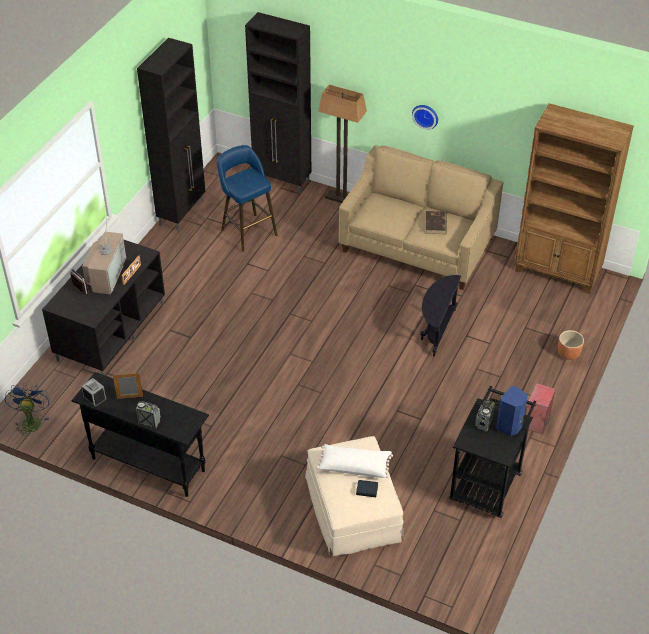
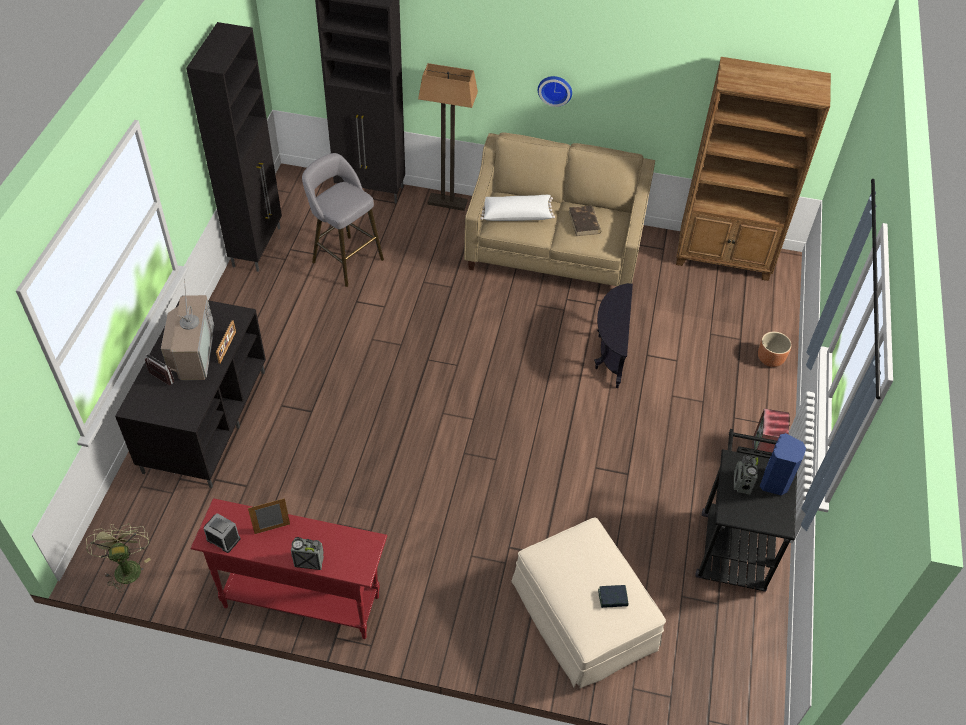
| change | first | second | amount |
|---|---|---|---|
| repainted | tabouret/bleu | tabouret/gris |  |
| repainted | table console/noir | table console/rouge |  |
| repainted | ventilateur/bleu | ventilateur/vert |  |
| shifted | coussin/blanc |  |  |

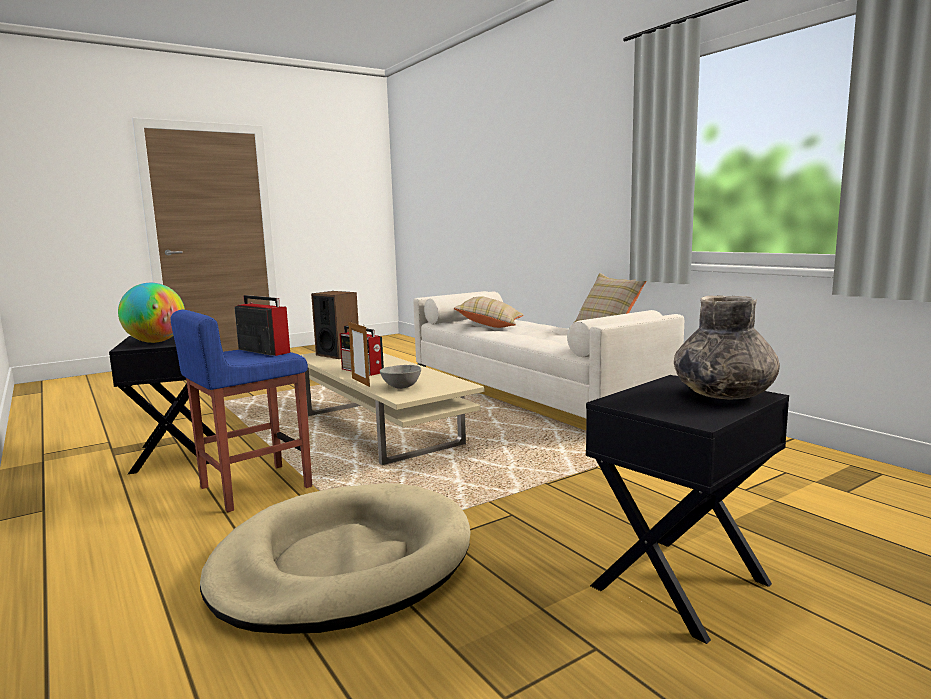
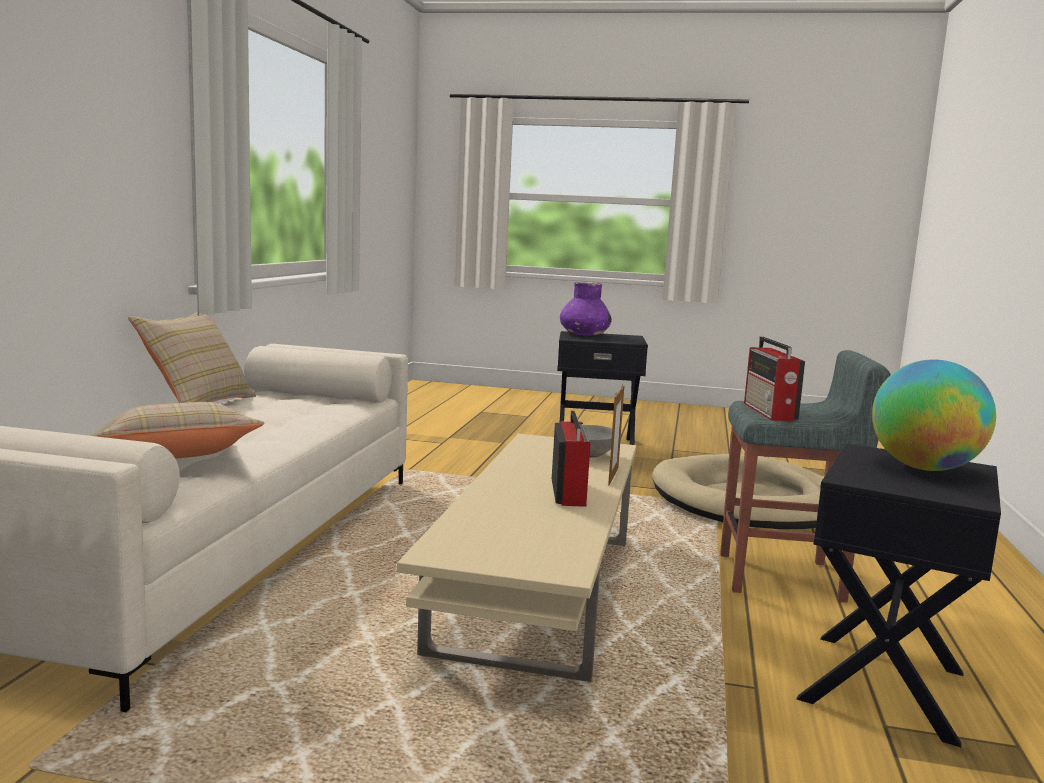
| change | first | second | amount |
|---|---|---|---|
| gone | enceinte |  |  |
| repainted | vase/gris | vase/violet |  |
| repainted | tabouret/bleu | tabouret/gris |  |

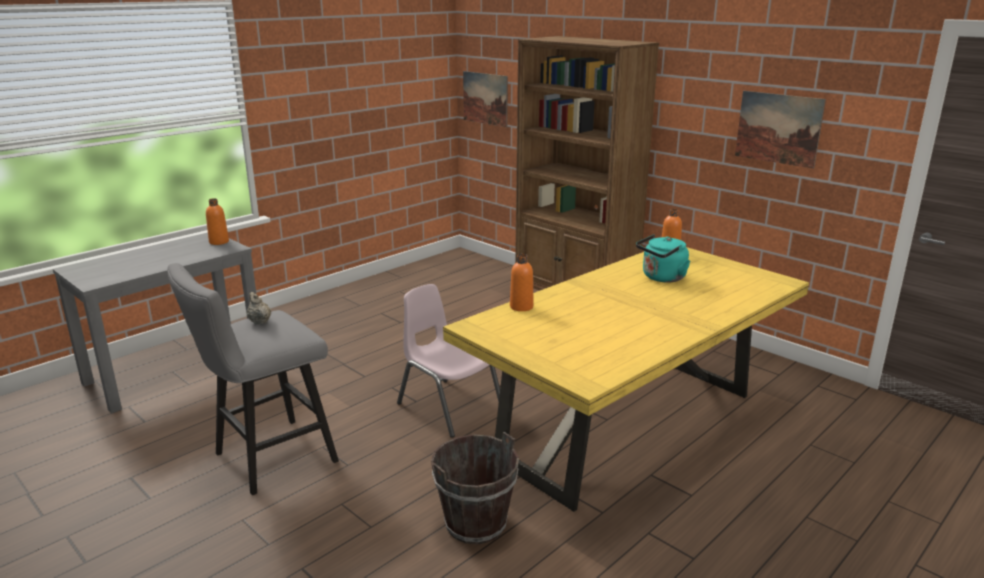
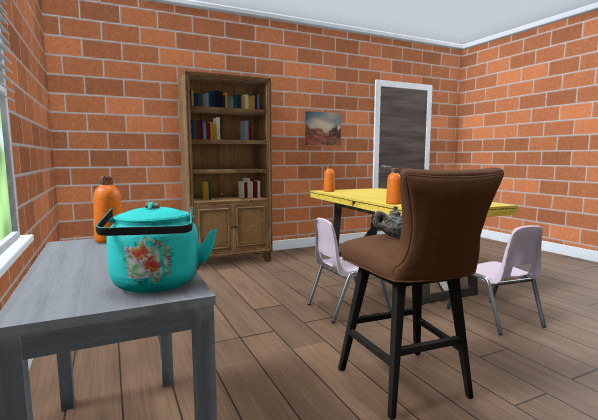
| change | first | second | amount |
|---|---|---|---|
| gone | tableau (no. 1 from left) |  |  |
| shifted | bouilloire/turquoise |  |  |
| repainted | tabouret/gris | tabouret/marron |  |
| swapped | seau/marron | chaise/rose (no. 2 from left) |  |

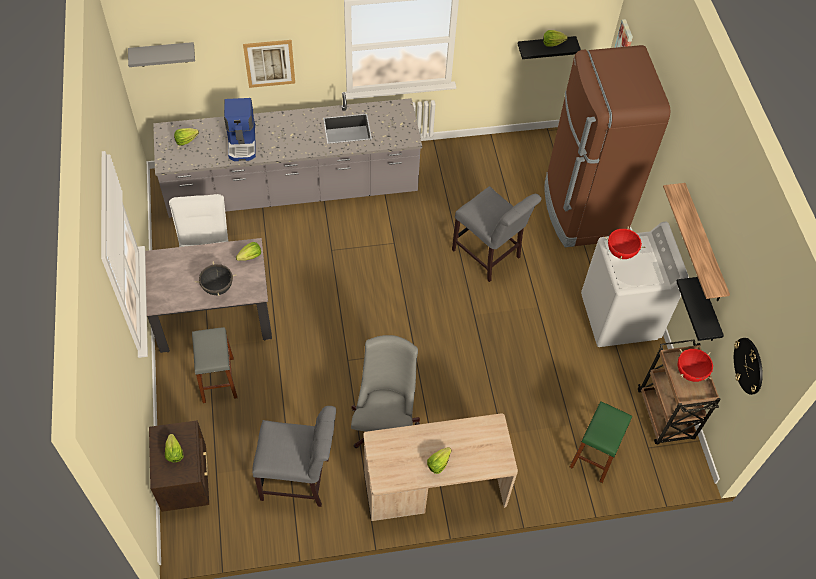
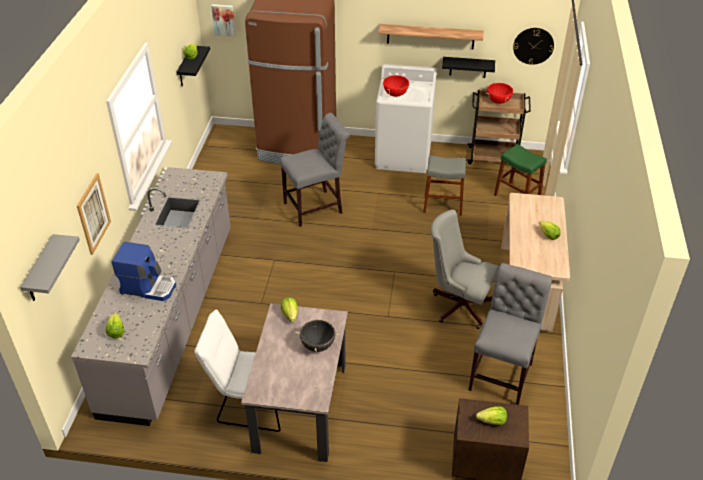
| change | first | second | amount |
|---|---|---|---|
| shifted | tabouret/gris |  |  |

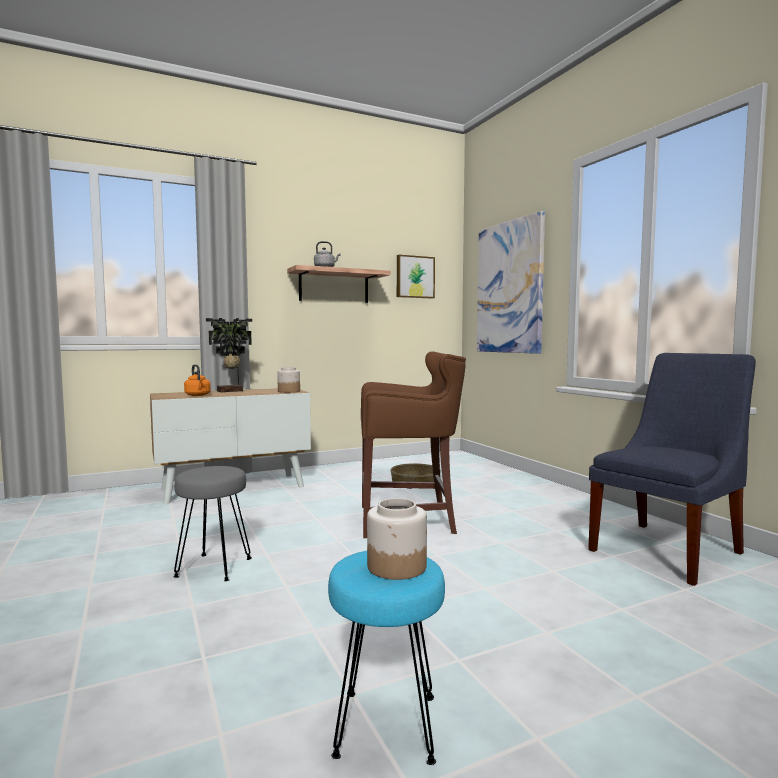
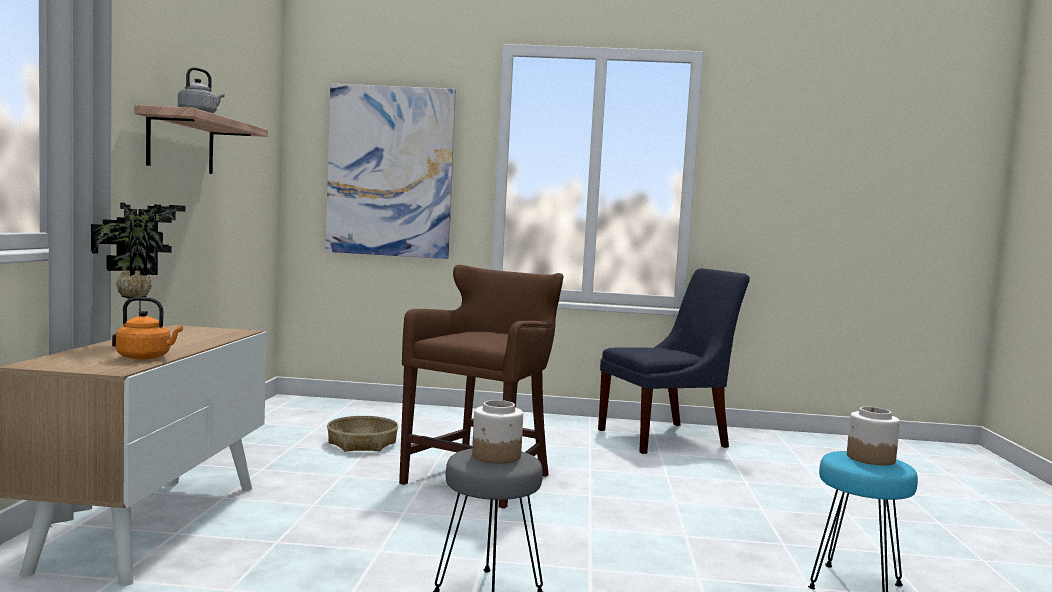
| change | first | second | amount |
|---|---|---|---|
| gone | tableau (no. 1 from left) |  |  |
| rotated | chaise/bleu |  | 75 degrees clockwise |
| shifted | bocal (no. 1 from left) |  |  |

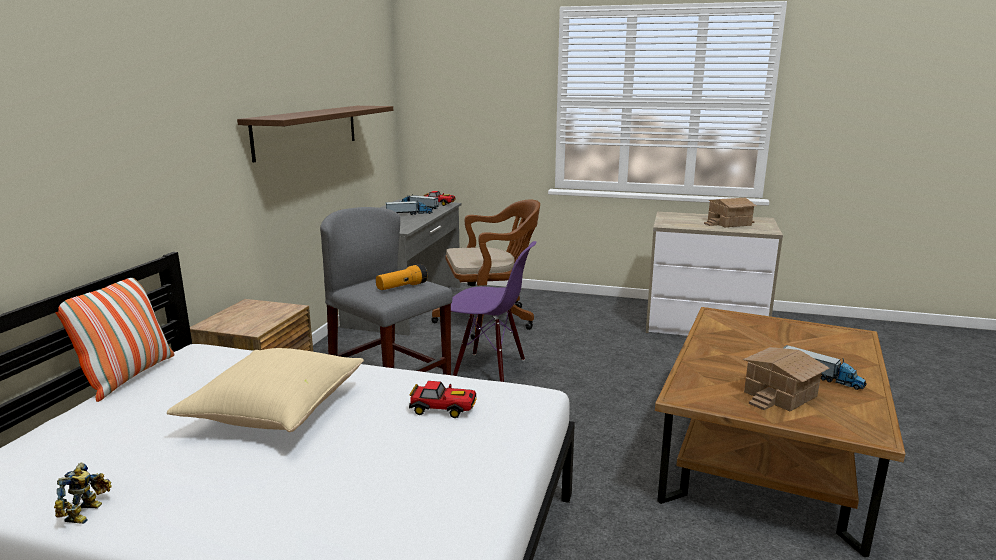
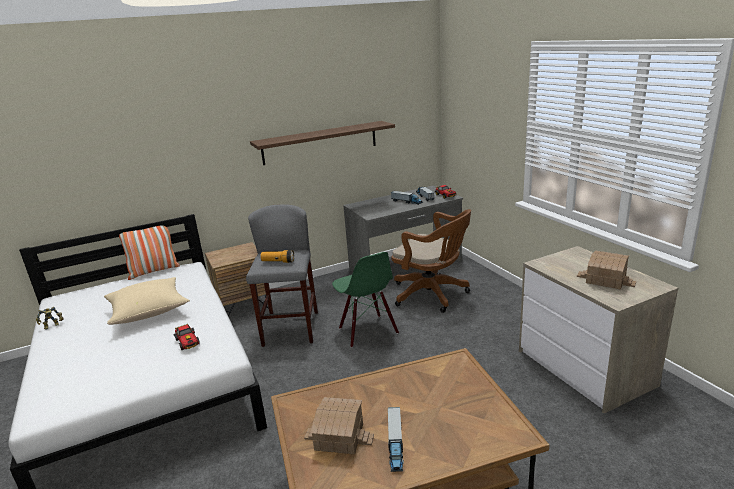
| change | first | second | amount |
|---|---|---|---|
| repainted | chaise/violet | chaise/vert |  |

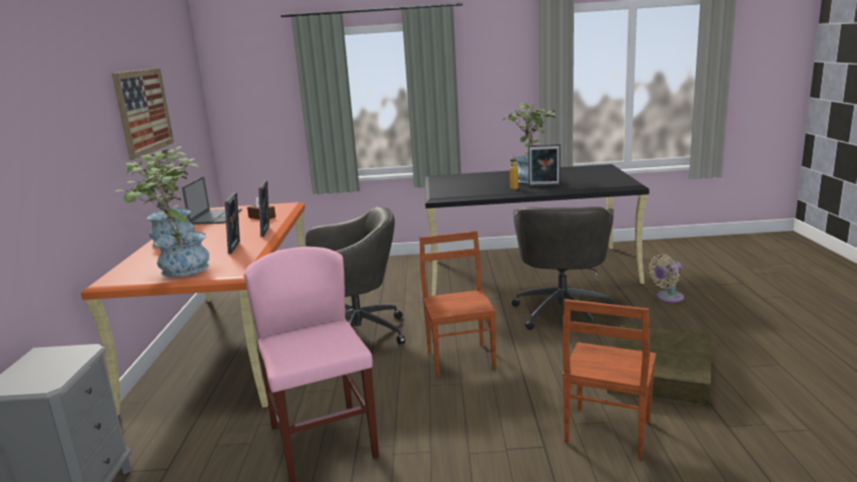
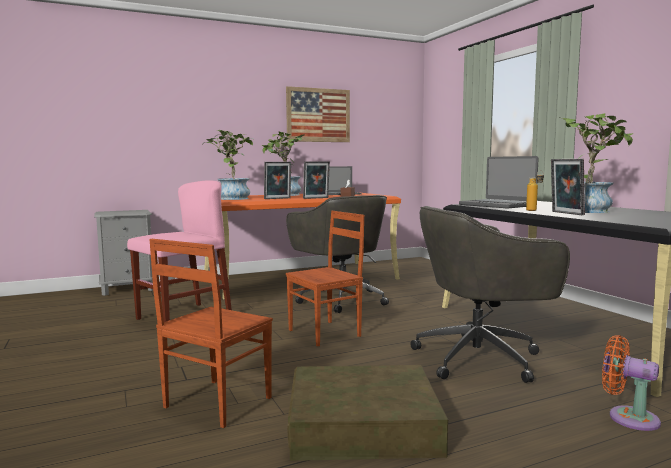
| change | first | second | amount |
|---|---|---|---|
| repainted | ventilateur/beige | ventilateur/orange |  |
| rotated | chaise/marron (no. 2 from left in the first image) | chaise/marron (no. 1 from left) | 60 degrees counterclockwise |
| new |  | ordinateur portable (no. 2 from left) |  |

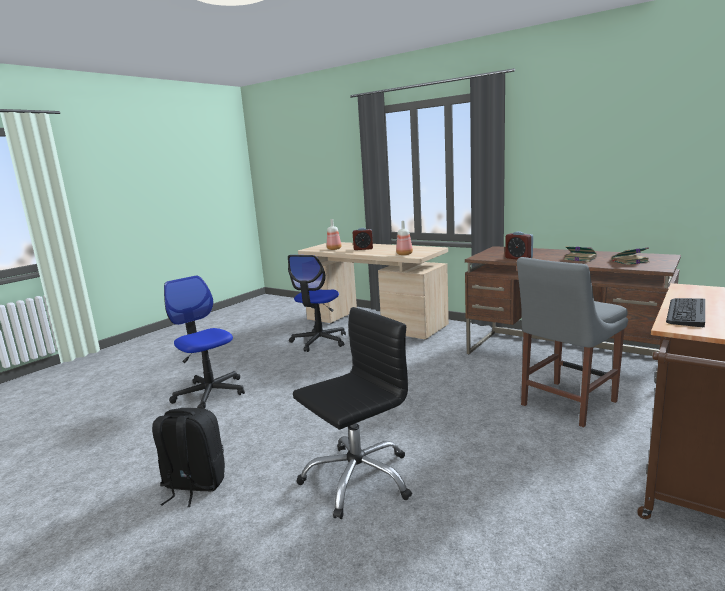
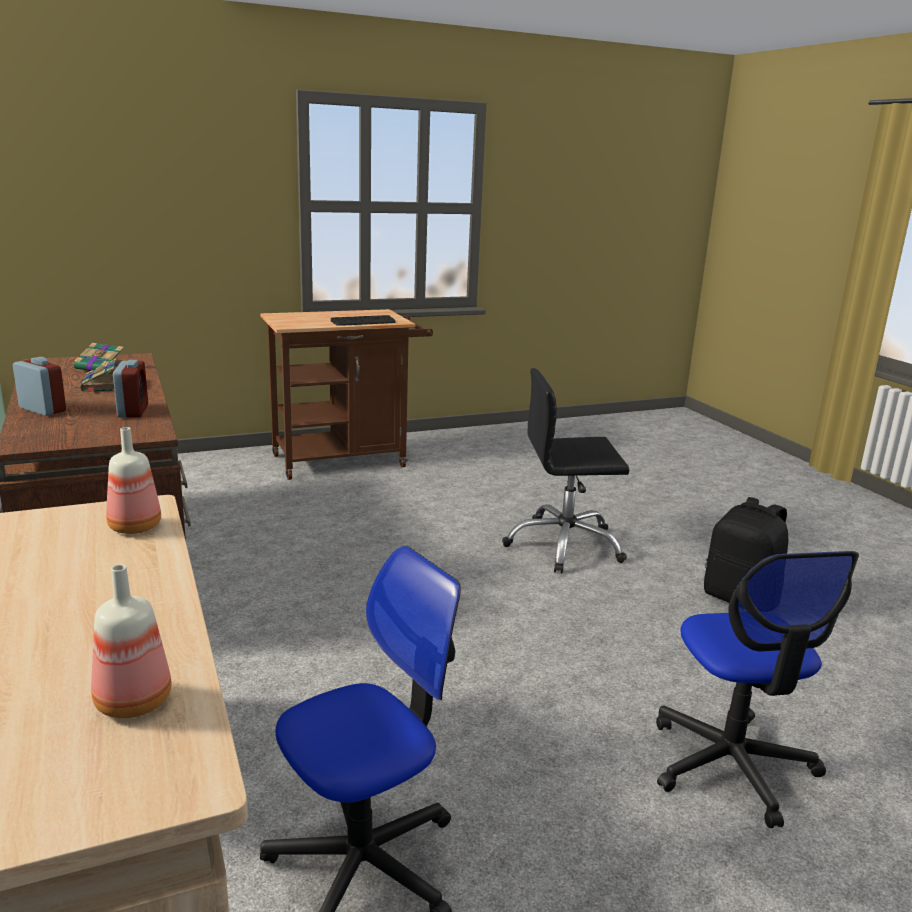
| change | first | second | amount |
|---|---|---|---|
| shifted | réveil (no. 1 from left) |  |  |
| gone | chaise/gris |  |  |

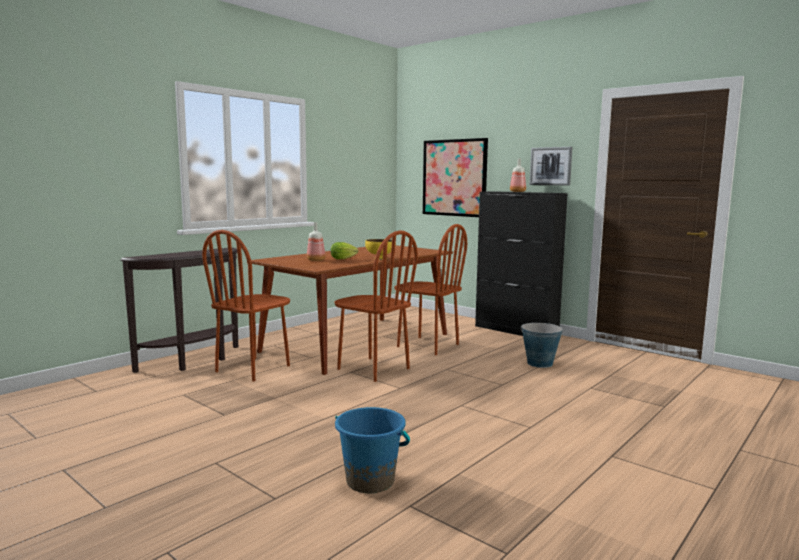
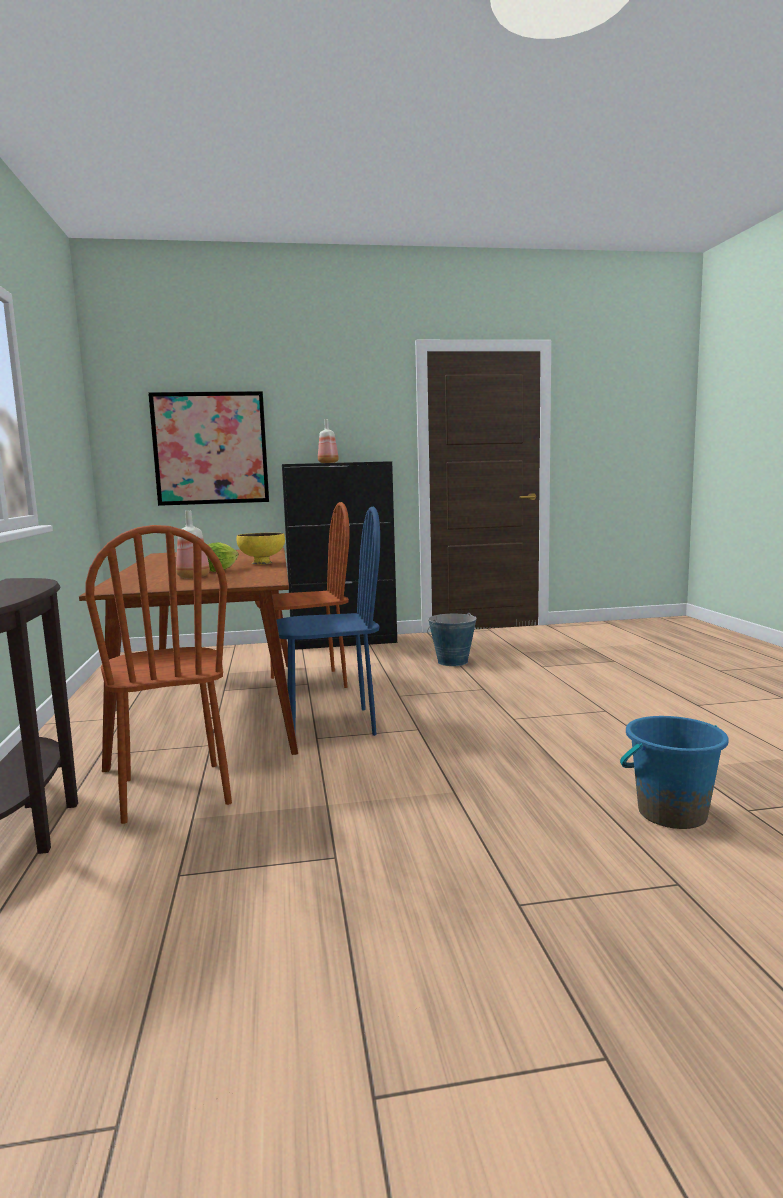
| change | first | second | amount |
|---|---|---|---|
| gone | tableau (no. 2 from left) |  |  |
| repainted | chaise/marron (no. 2 from left) | chaise/bleu |  |

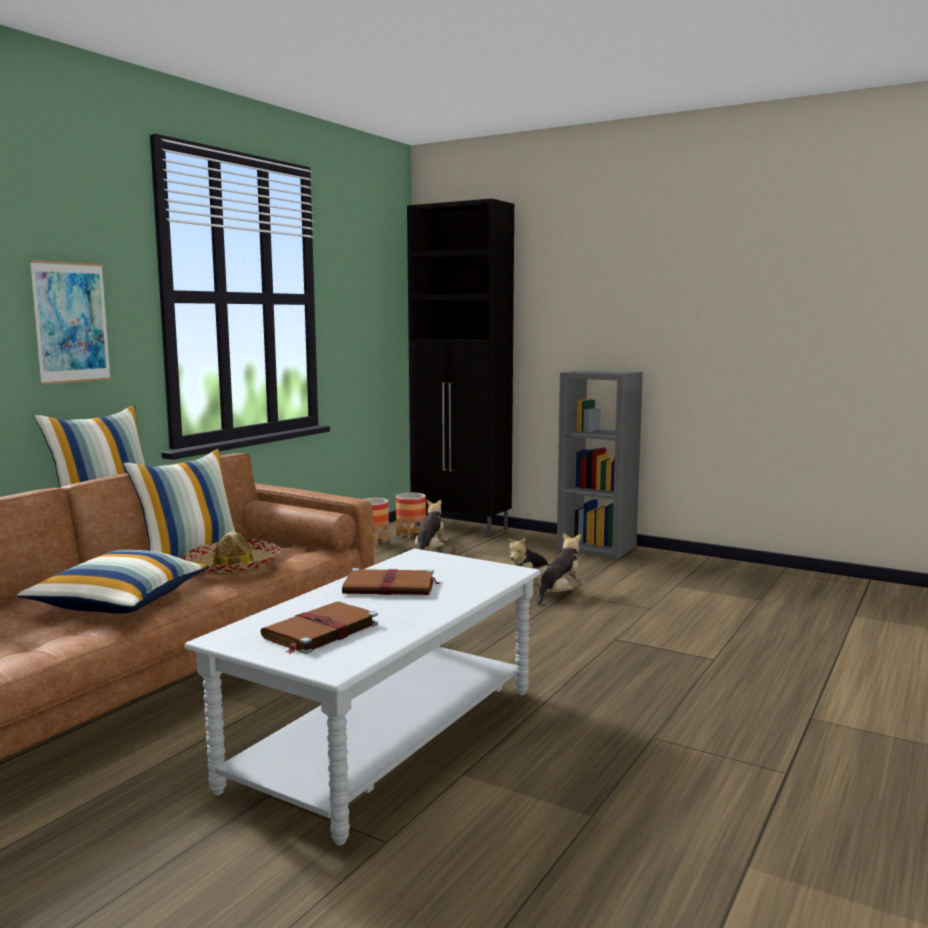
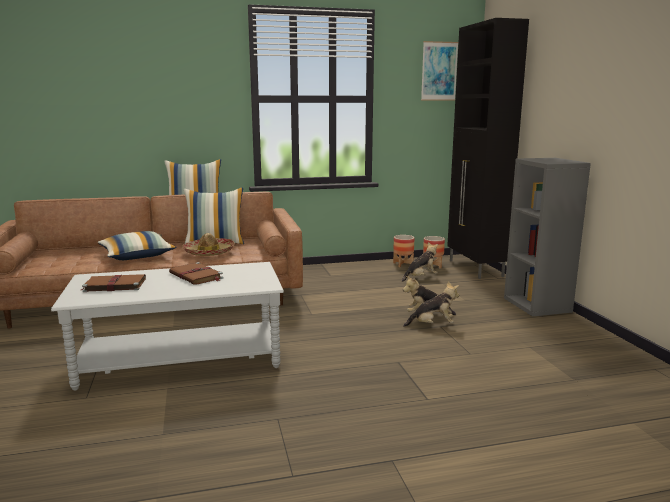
| change | first | second | amount |
|---|---|---|---|
| shifted | tableau |  |  |

